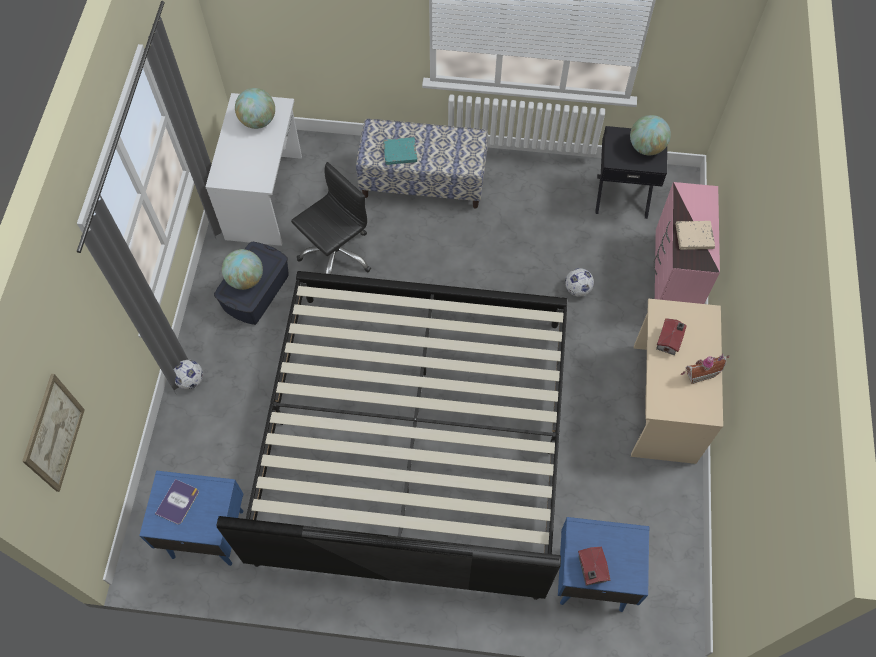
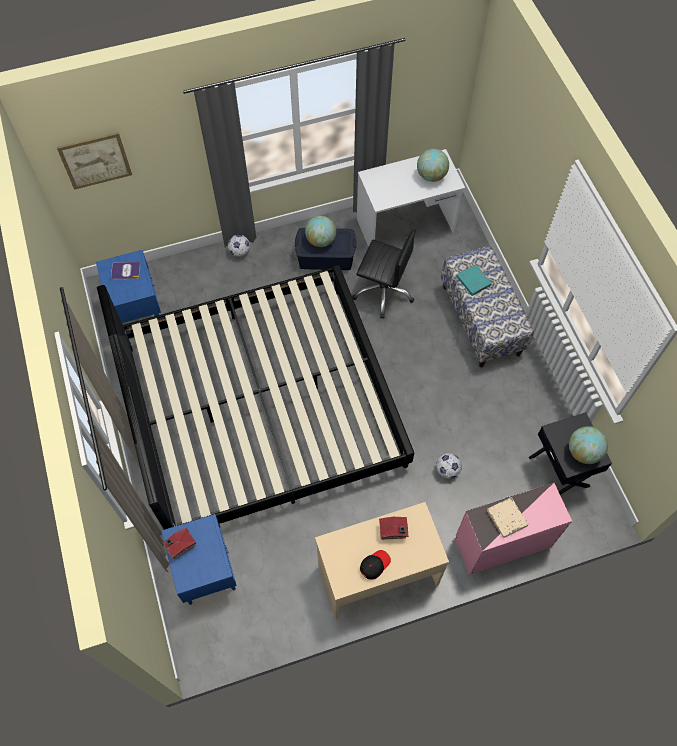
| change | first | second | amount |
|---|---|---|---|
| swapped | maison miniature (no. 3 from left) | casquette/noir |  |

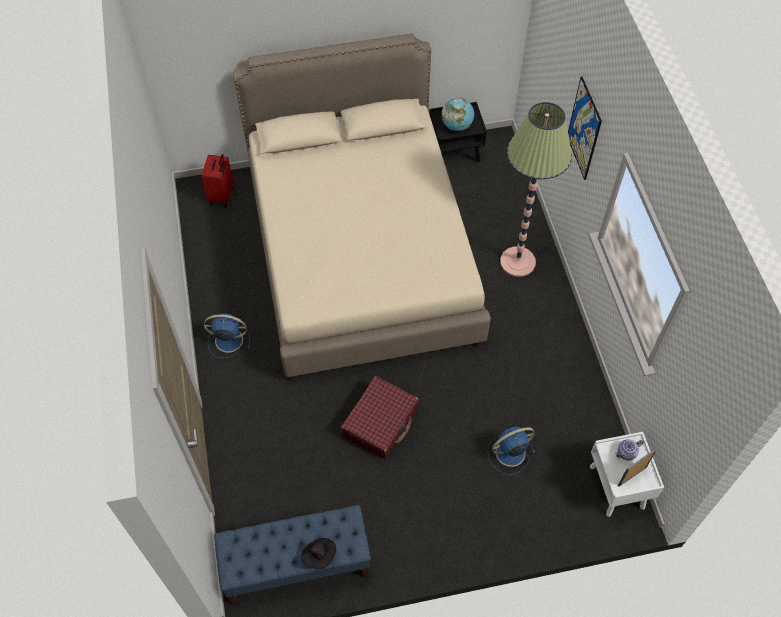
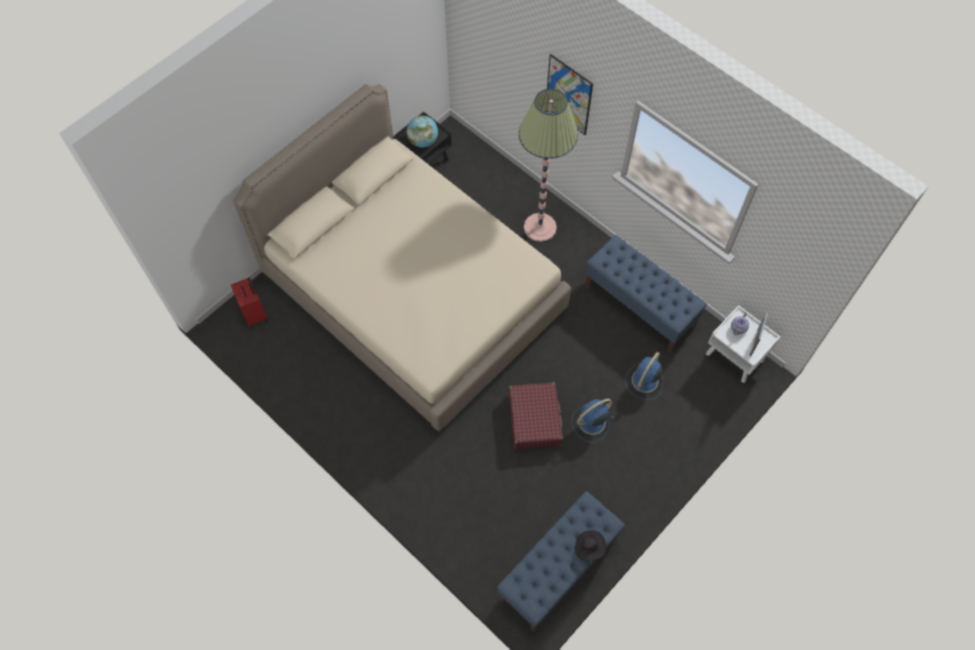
| change | first | second | amount |
|---|---|---|---|
| shifted | ventilateur/bleu (no. 1 from left) |  |  |
| new |  | banc/bleu (no. 2 from left) |  |

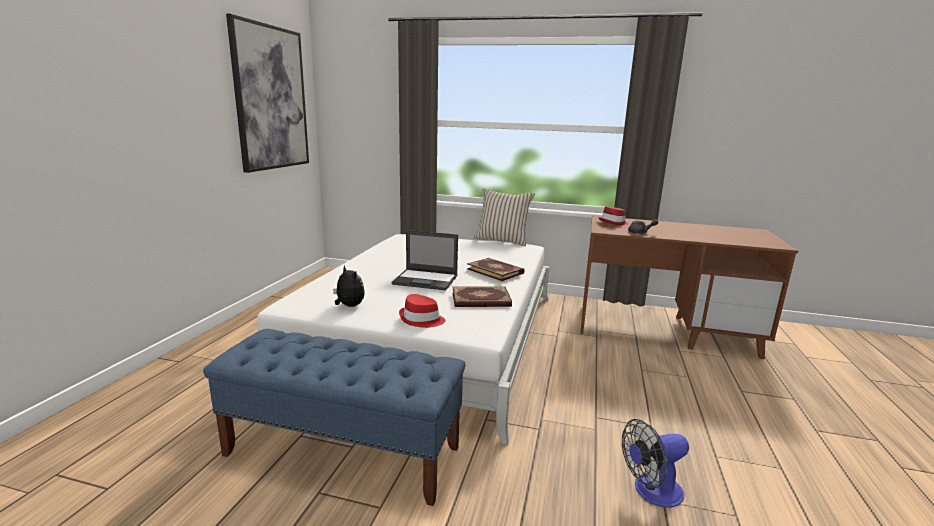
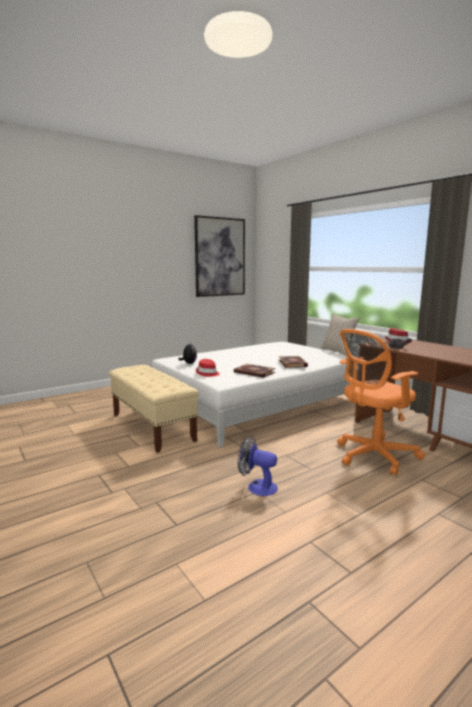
| change | first | second | amount |
|---|---|---|---|
| gone | ordinateur portable |  |  |
| repainted | banc/bleu | banc/beige |  |
| new |  | chaise de bureau/orange |  |

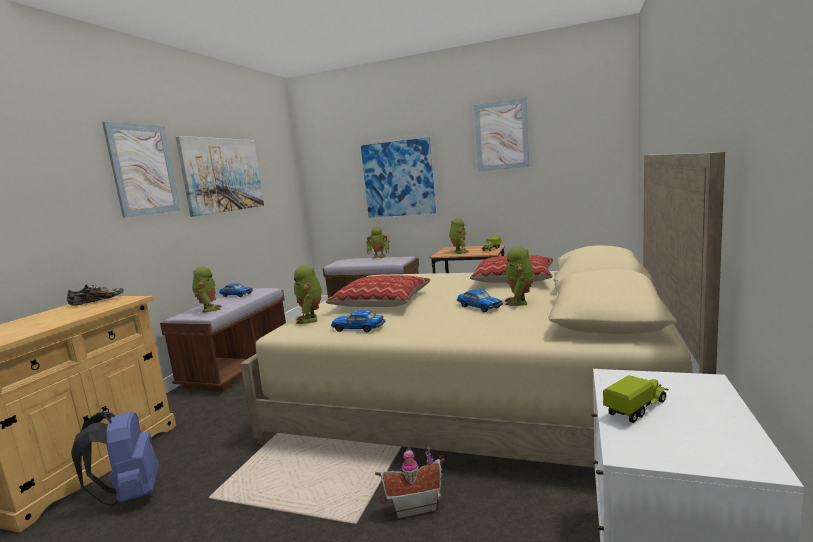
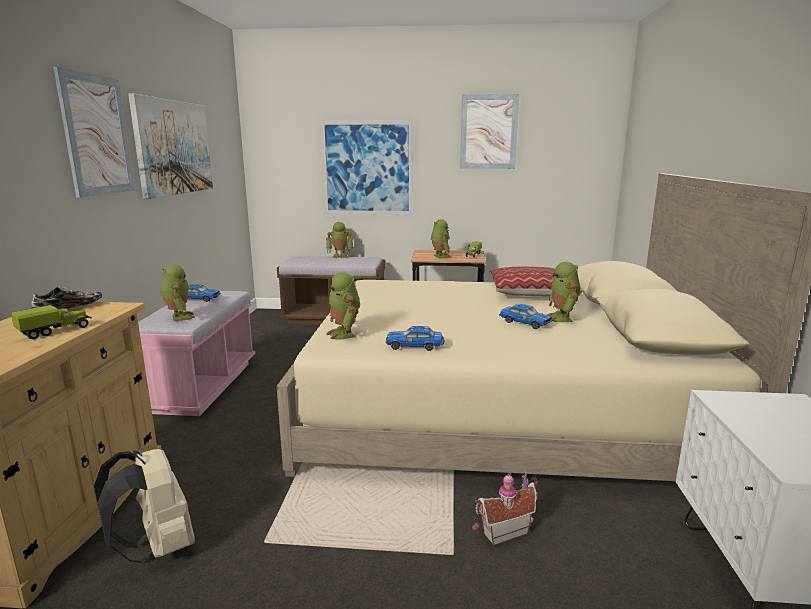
| change | first | second | amount |
|---|---|---|---|
| gone | coussin (no. 1 from left) |  |  |
| repainted | banc/marron (no. 1 from left) | banc/rose |  |
| shifted | camion jouet (no. 2 from left in the first image) | camion jouet (no. 1 from left) |  |
| repainted | sac à dos/bleu | sac à dos/beige |  |

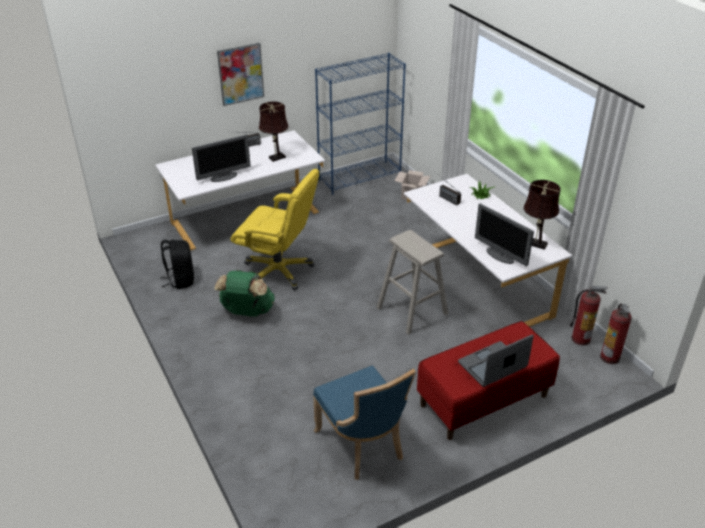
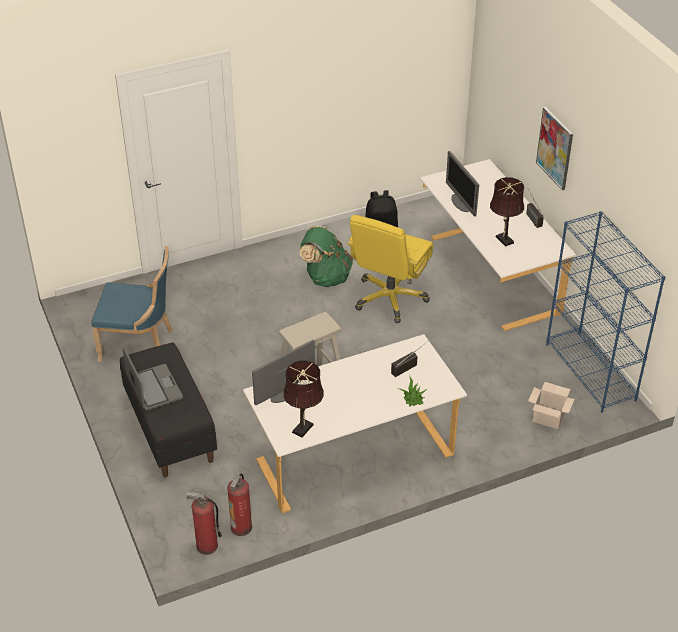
| change | first | second | amount |
|---|---|---|---|
| repainted | banc/rouge | banc/noir |  |
| rotated | chaise/bleu |  | 150 degrees counterclockwise |

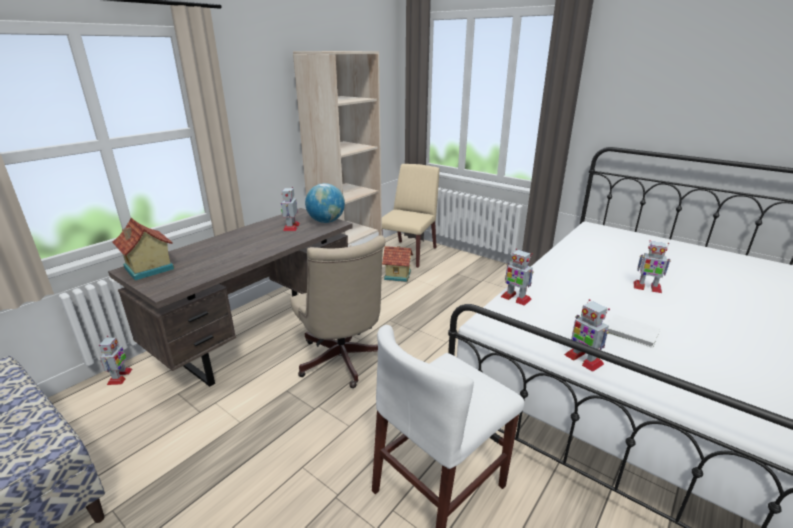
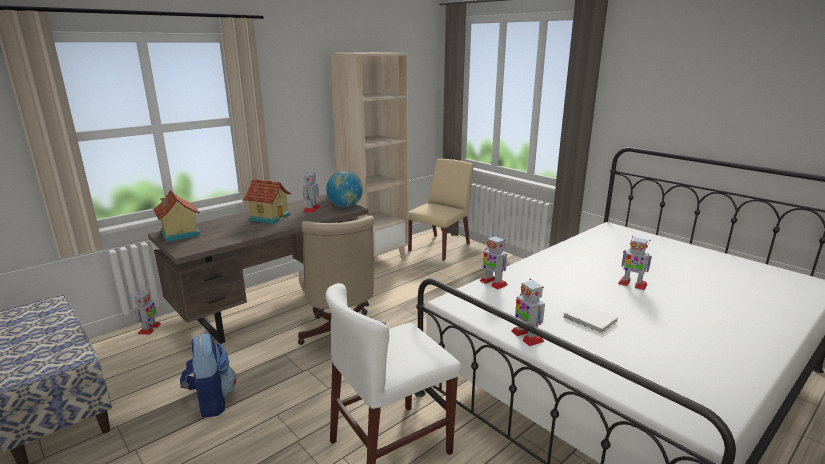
| change | first | second | amount |
|---|---|---|---|
| shifted | maison miniature (no. 2 from left) |  |  |
| new |  | sac à dos |  |

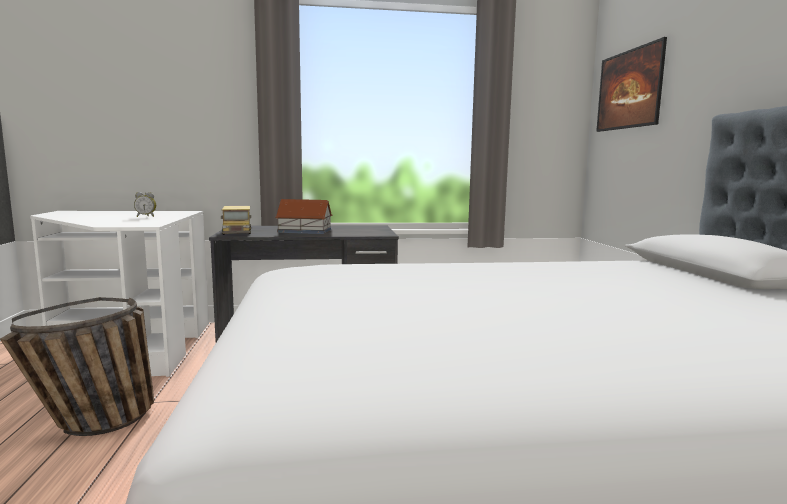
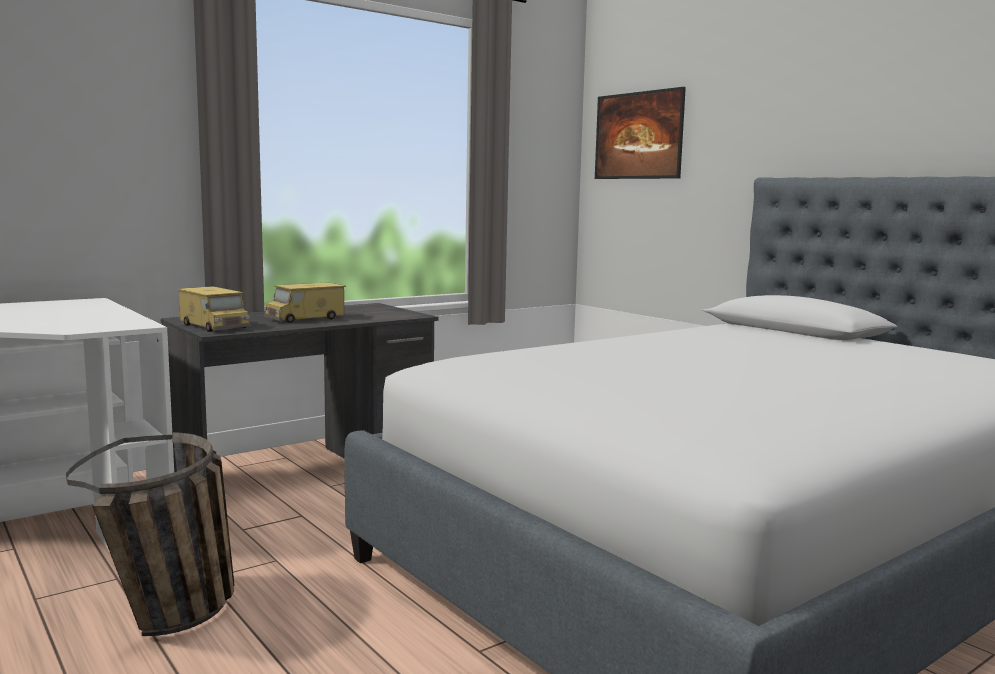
| change | first | second | amount |
|---|---|---|---|
| gone | réveil |  |  |
| swapped | maison miniature | camion jouet (no. 2 from left) |  |

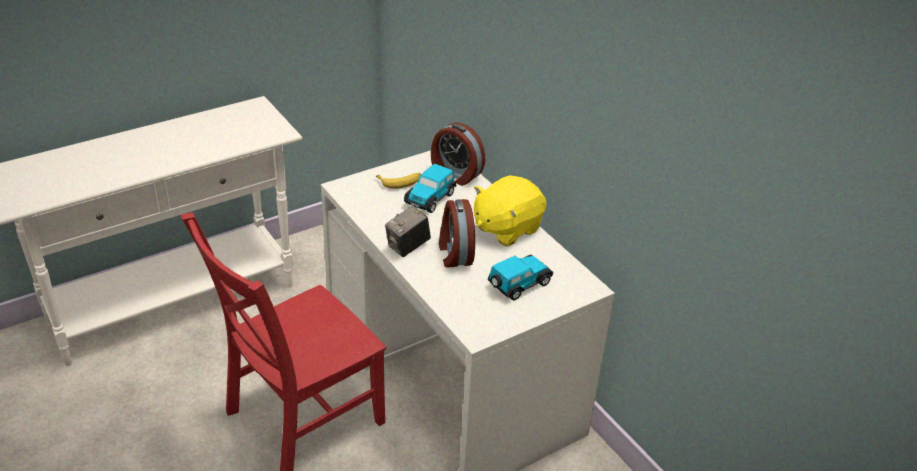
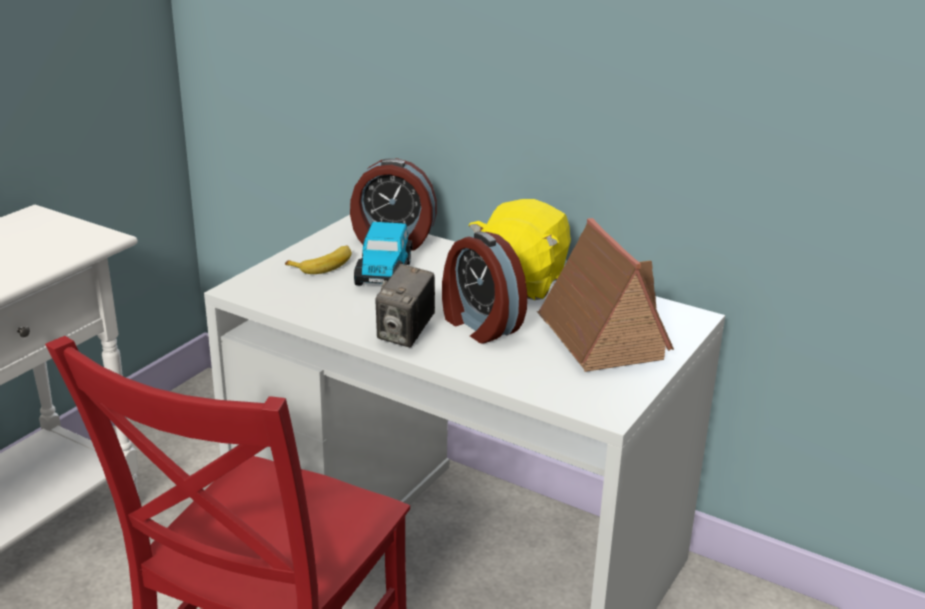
| change | first | second | amount |
|---|---|---|---|
| swapped | petite voiture (no. 2 from left) | maison miniature |  |

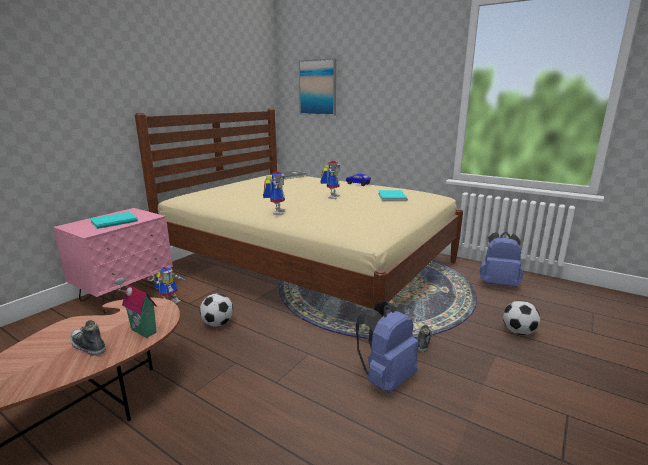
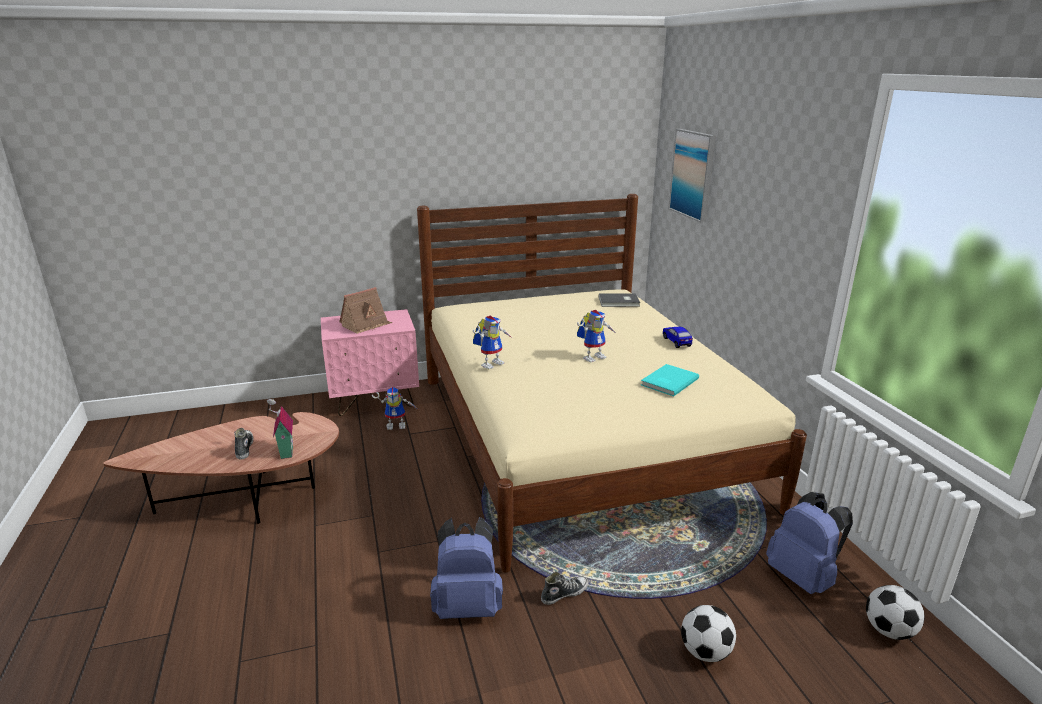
| change | first | second | amount |
|---|---|---|---|
| swapped | livre/turquoise (no. 1 from left) | maison miniature (no. 2 from left) |  |
| shifted | ballon de foot (no. 1 from left in the first image) | ballon de foot (no. 2 from left) |  |

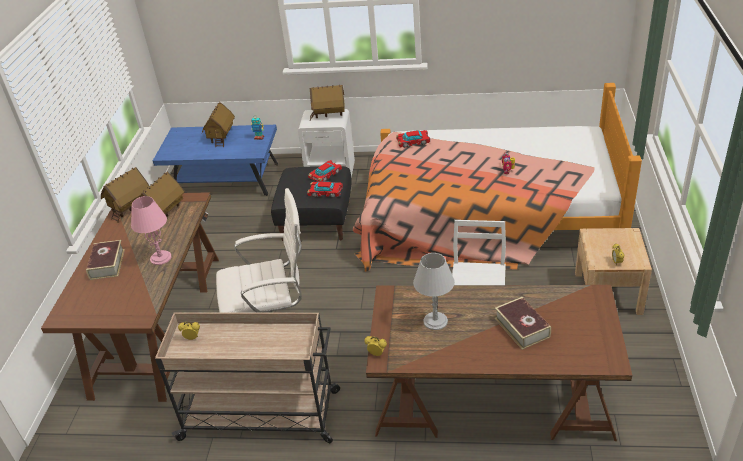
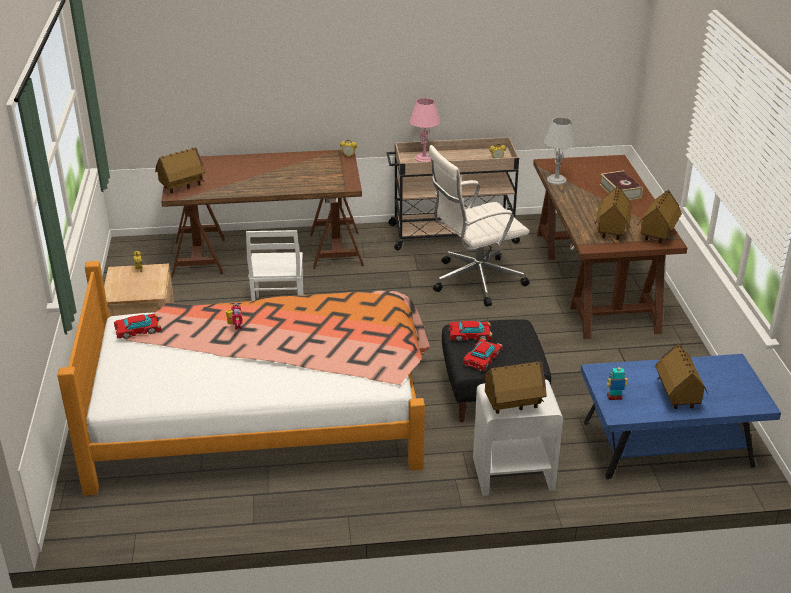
| change | first | second | amount |
|---|---|---|---|
| shifted | petite voiture (no. 3 from left in the first image) | petite voiture (no. 1 from left) |  |
| shifted | lampe de table/rose |  |  |
| shifted | lampe de table/gris |  |  |
| gone | livre (no. 2 from left) |  |  |
| new |  | maison miniature (no. 1 from left) |  |

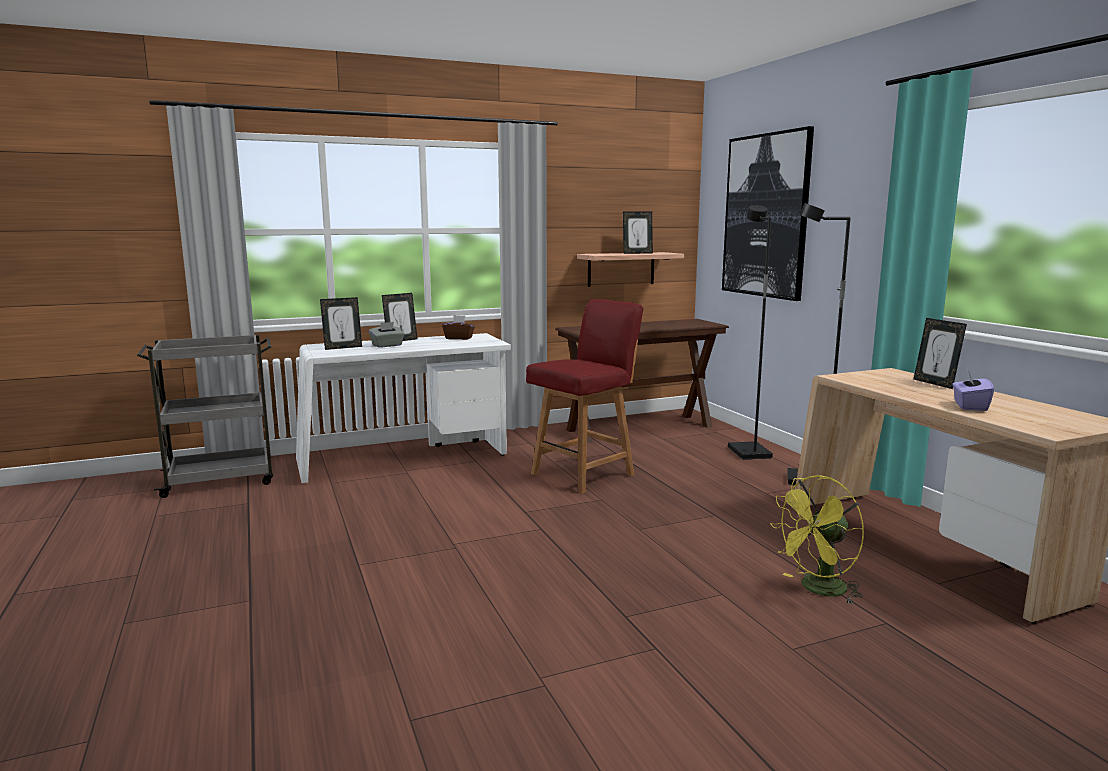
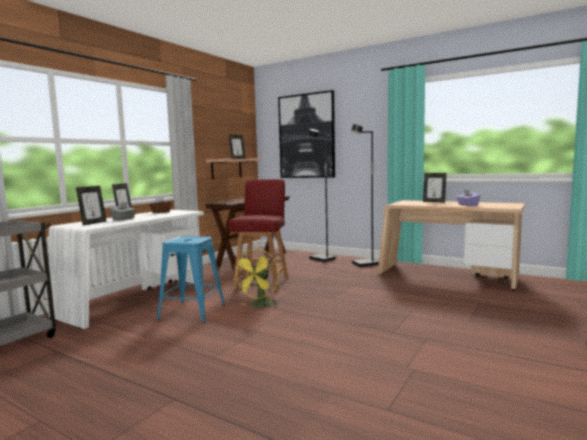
| change | first | second | amount |
|---|---|---|---|
| shifted | ventilateur/jaune |  |  |
| new |  | tabouret/bleu |  |

